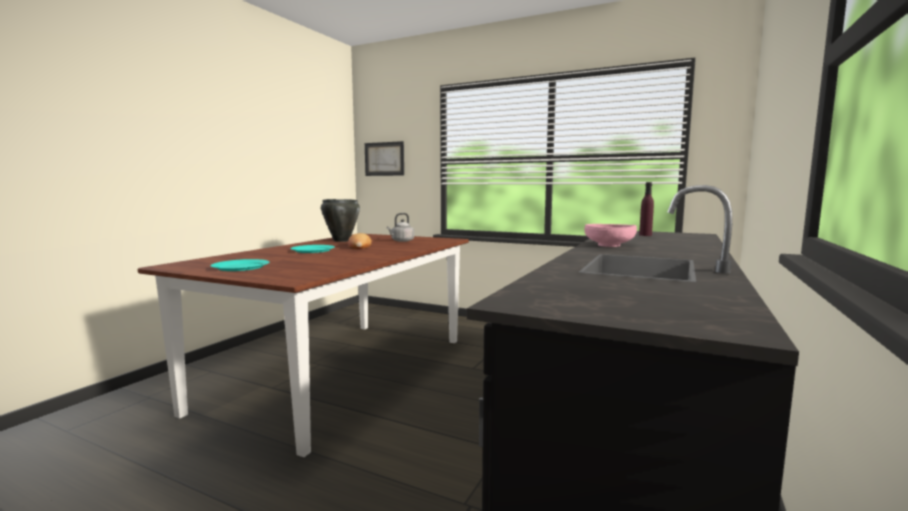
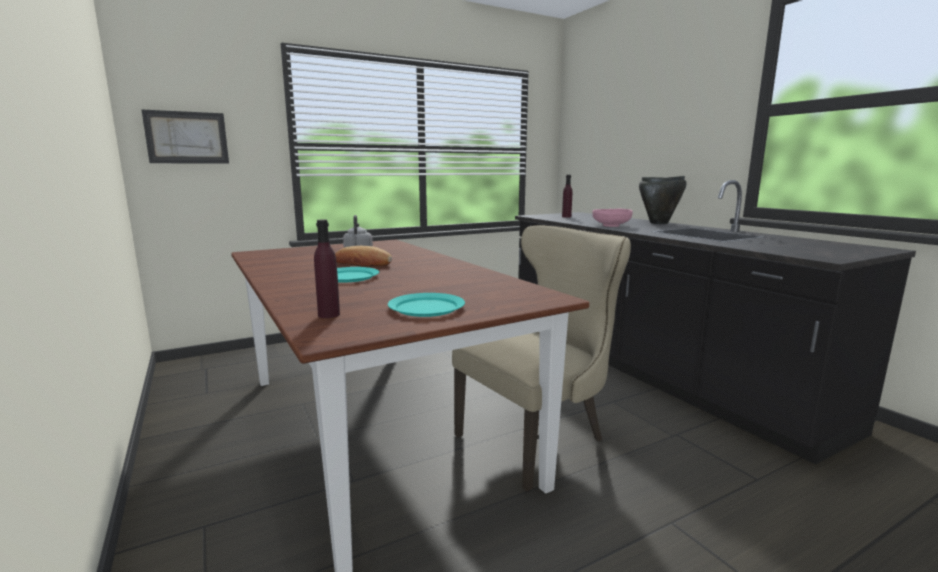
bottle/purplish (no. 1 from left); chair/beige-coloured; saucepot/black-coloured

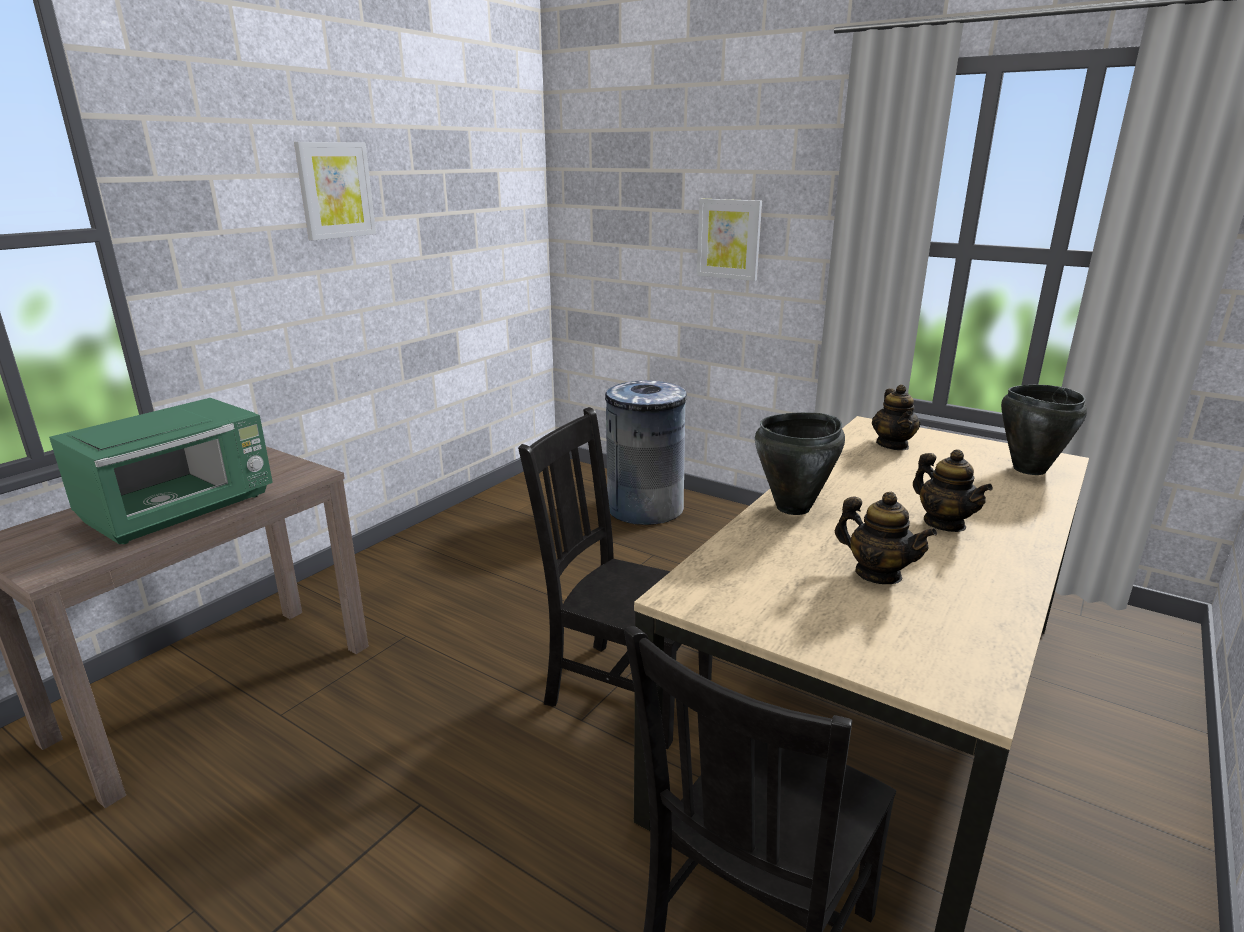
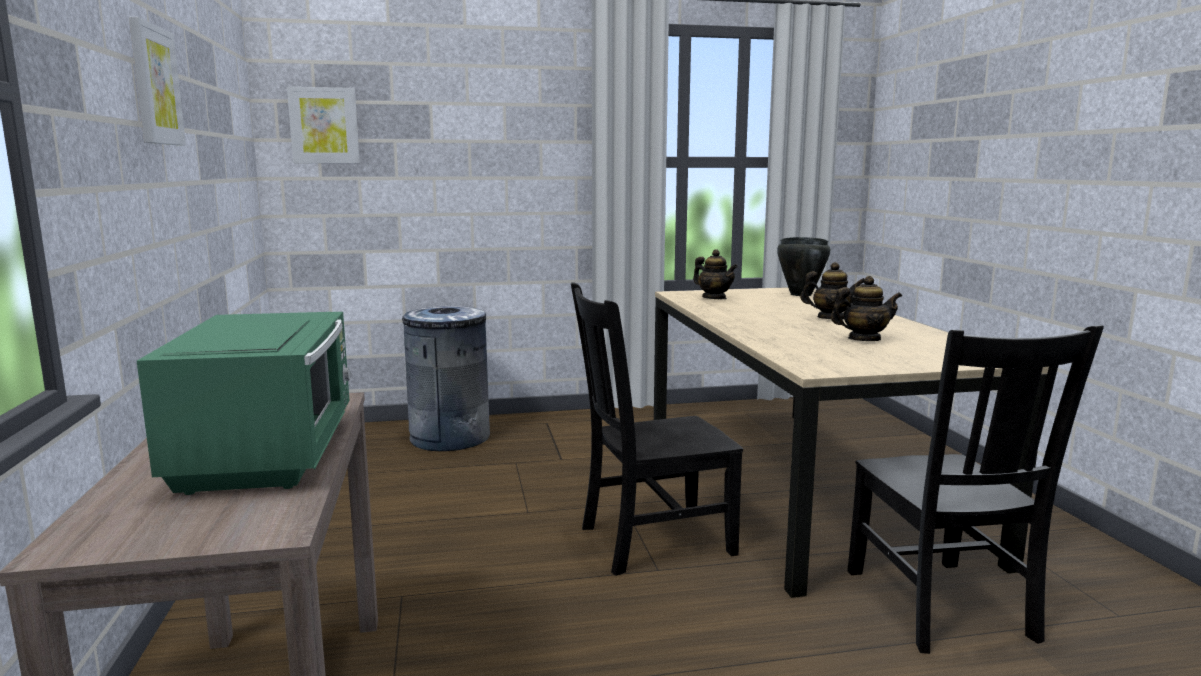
saucepot/black-coloured (no. 1 from left in the first image); wall art (no. 2 from left)

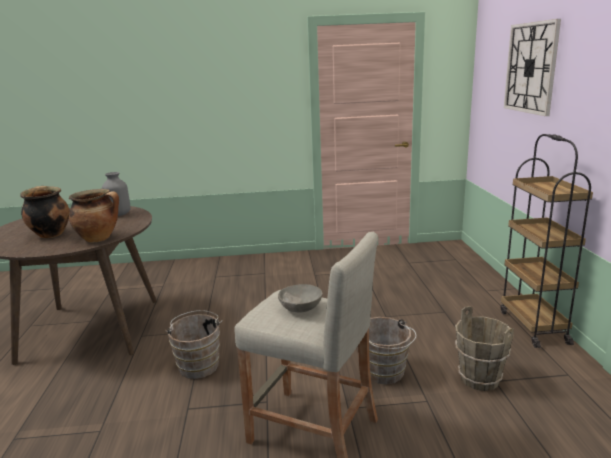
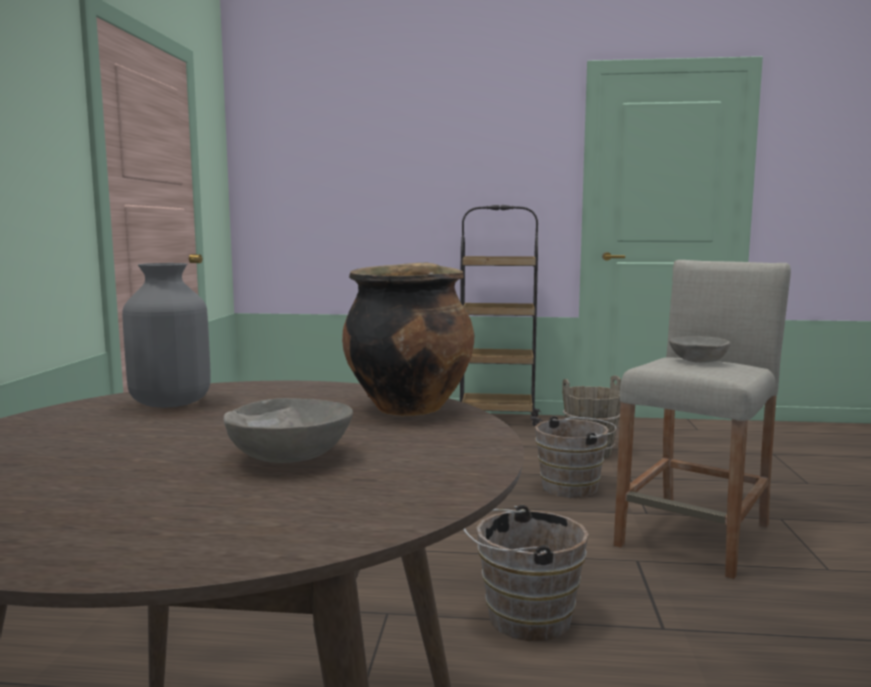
hanging clock; serving bowl/gray (no. 1 from left)

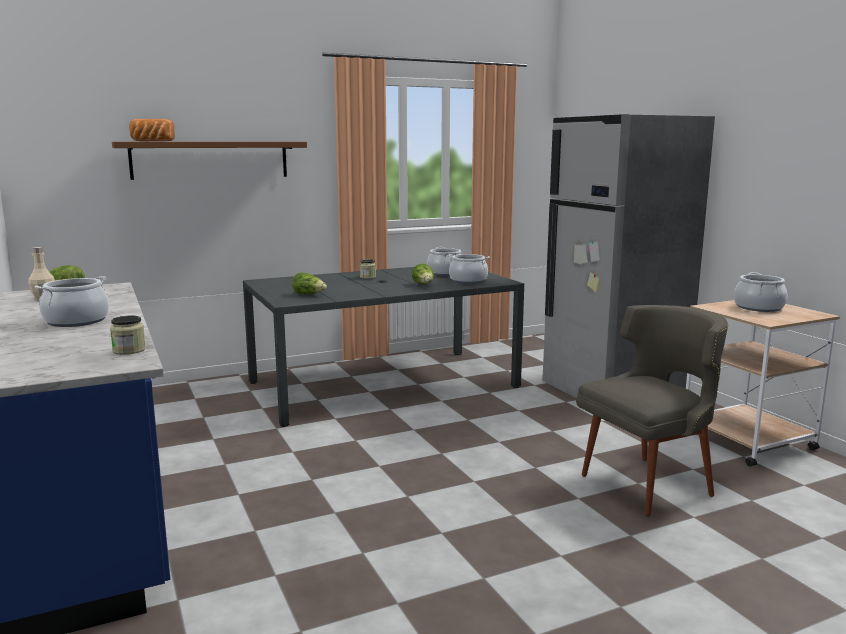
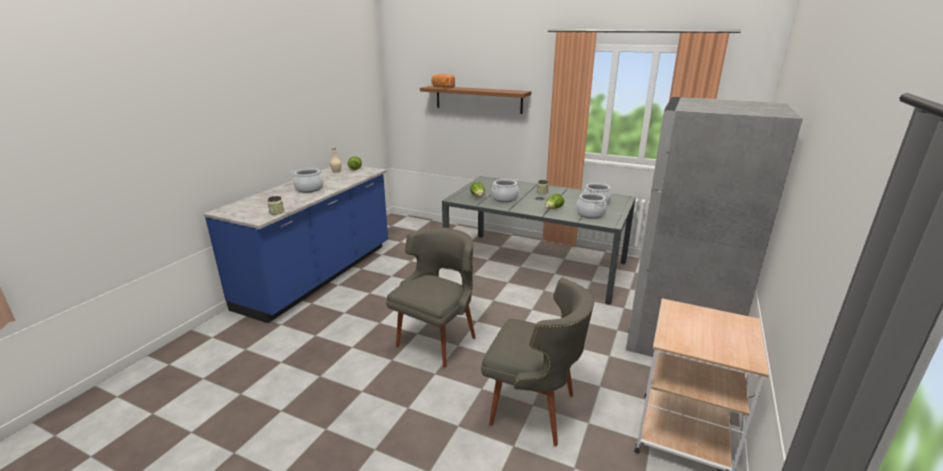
chair/gray (no. 1 from left); saucepot (no. 2 from left)

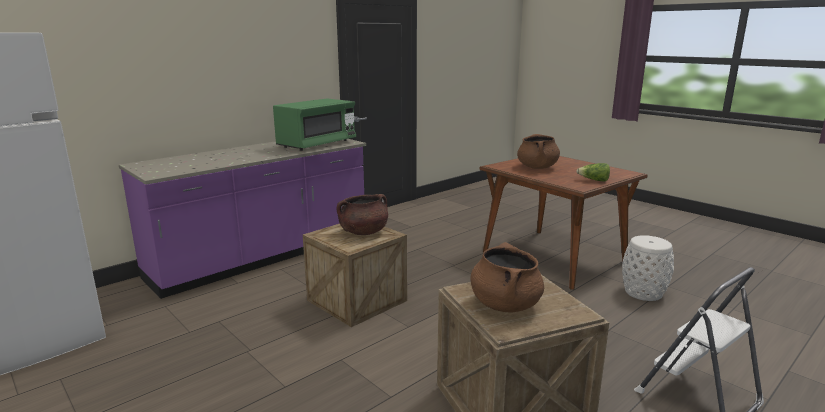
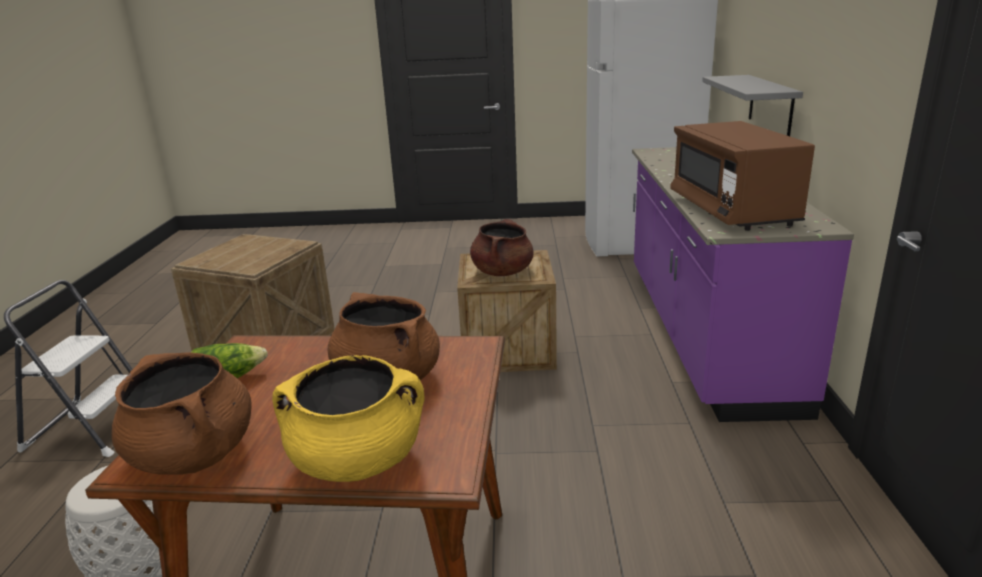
saucepot/yellow; wall shelf/gray; saucepot/brown-coloured (no. 1 from left); microwave oven/brown-coloured

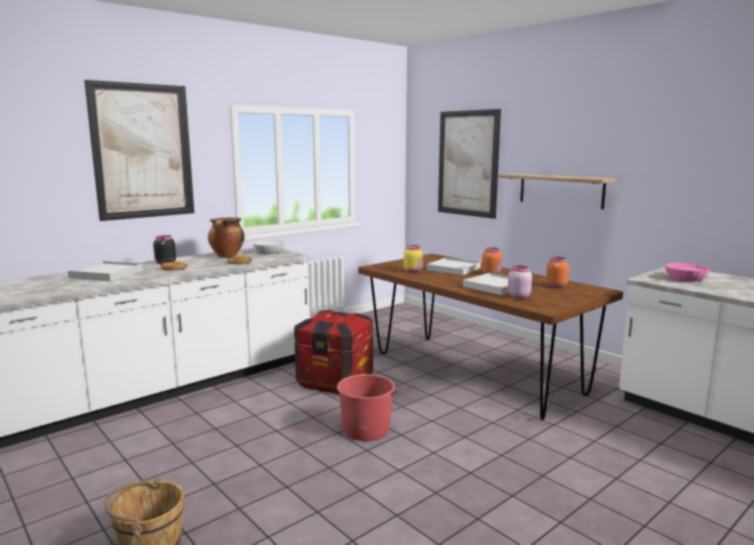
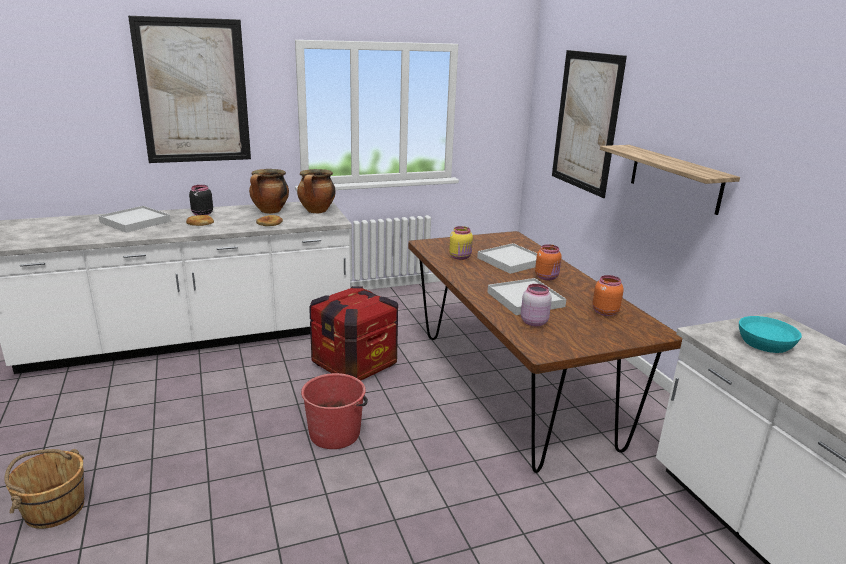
saucepot (no. 2 from left); serving bowl/turquoise

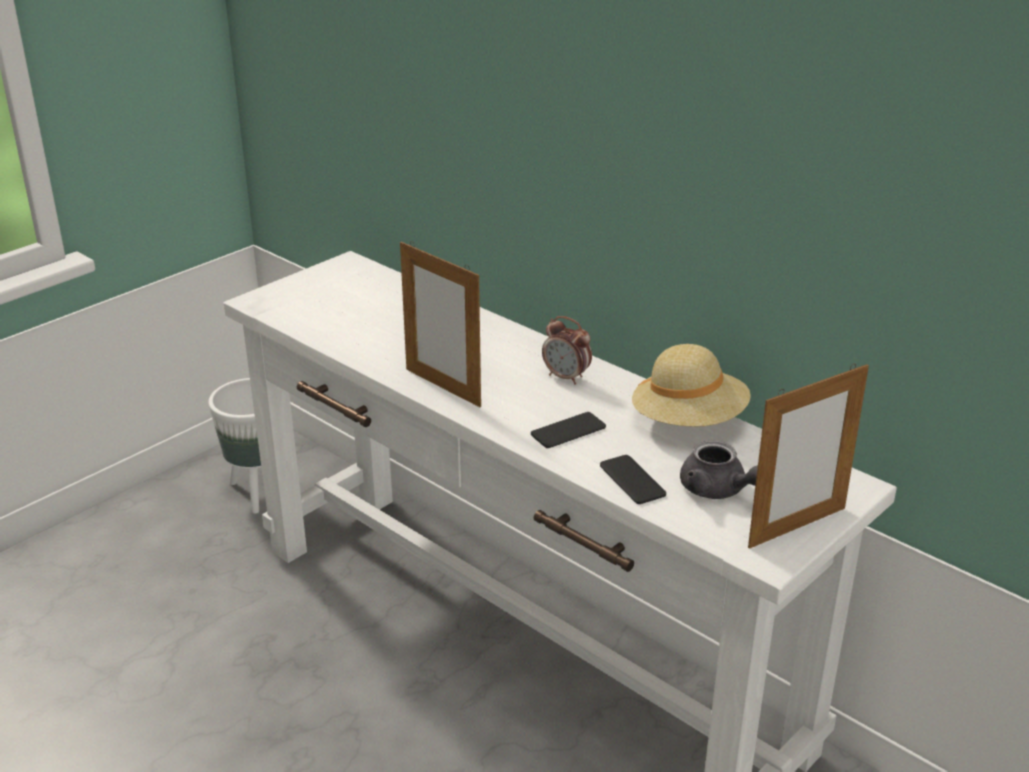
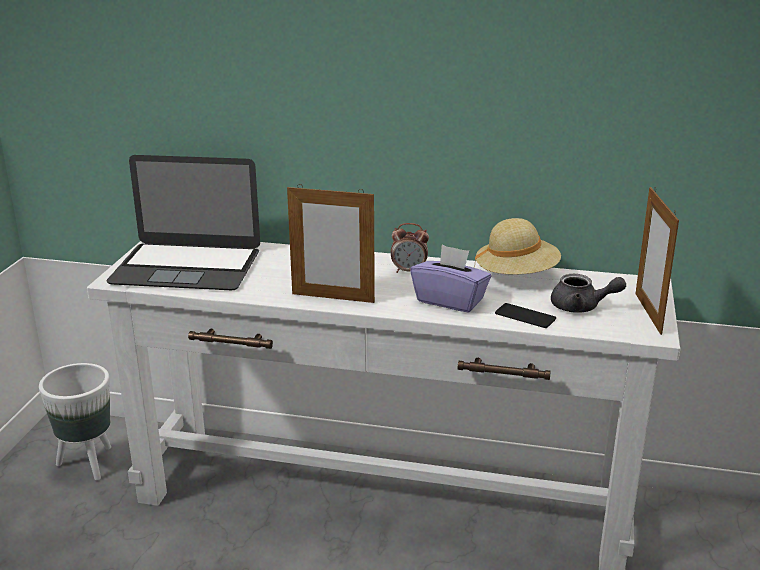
notebook computer; box of tissues/purplish; picture frame (no. 2 from left)

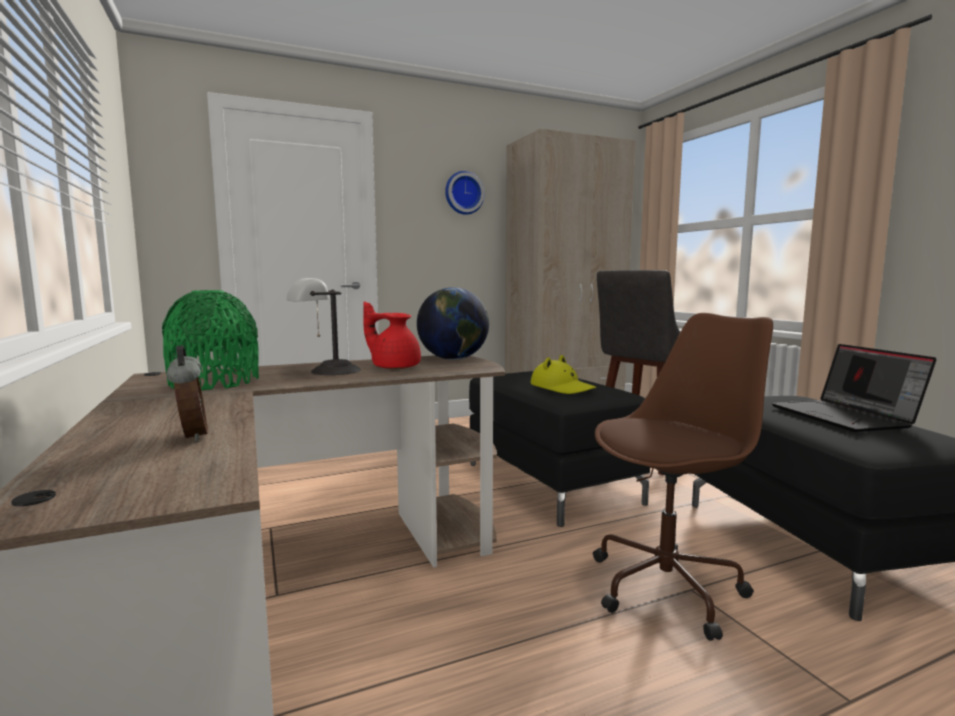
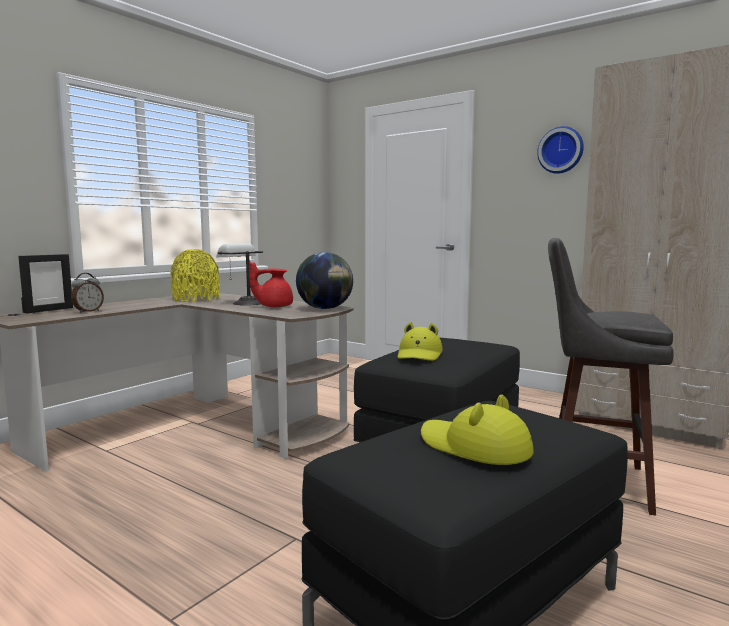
computer chair/brown-coloured; picture frame; hat/yellow (no. 2 from left); vase/yellow; pot for tea/reddish

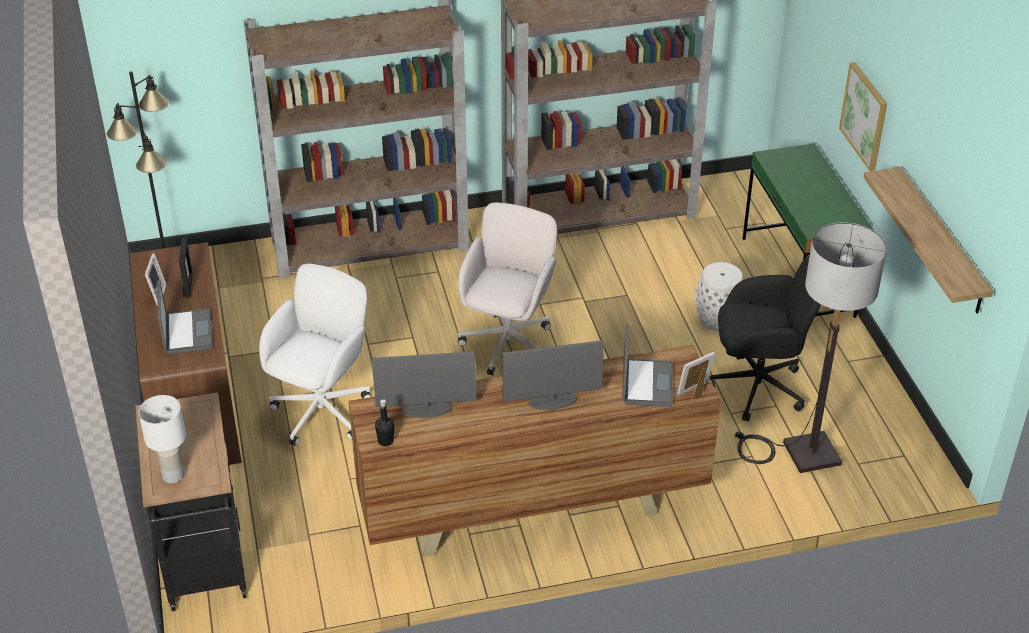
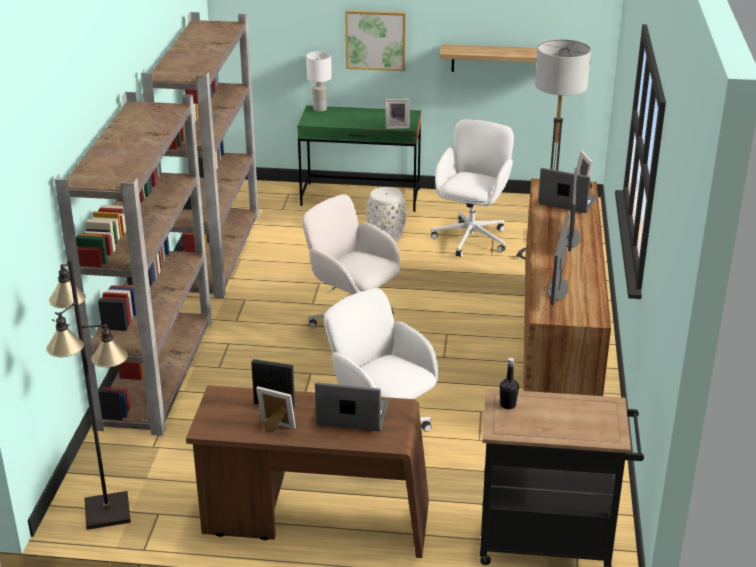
picture frame (no. 3 from left); table lamp/whitish; bottle/black-coloured; computer chair/whitish (no. 3 from left)

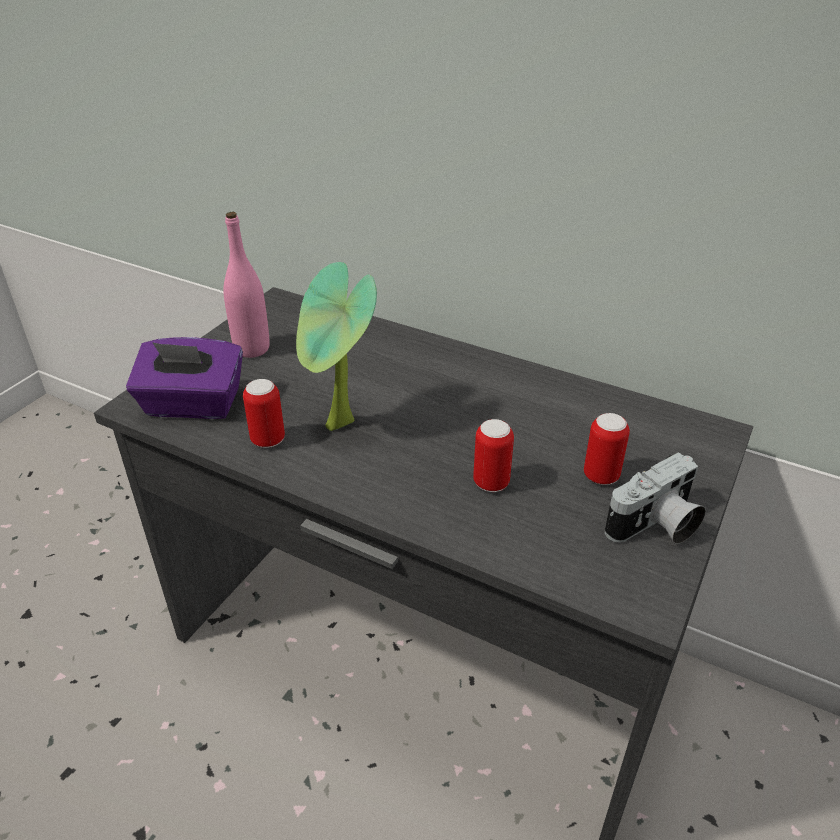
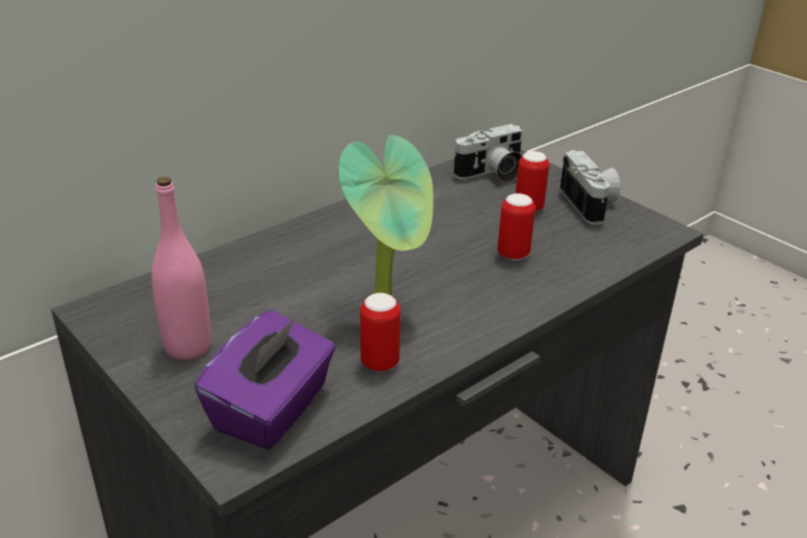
photo camera (no. 1 from left)

